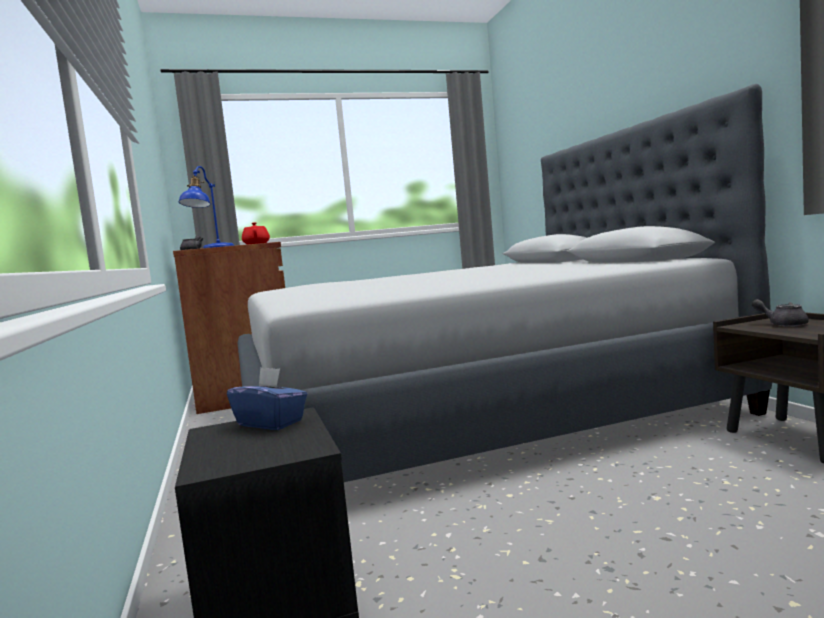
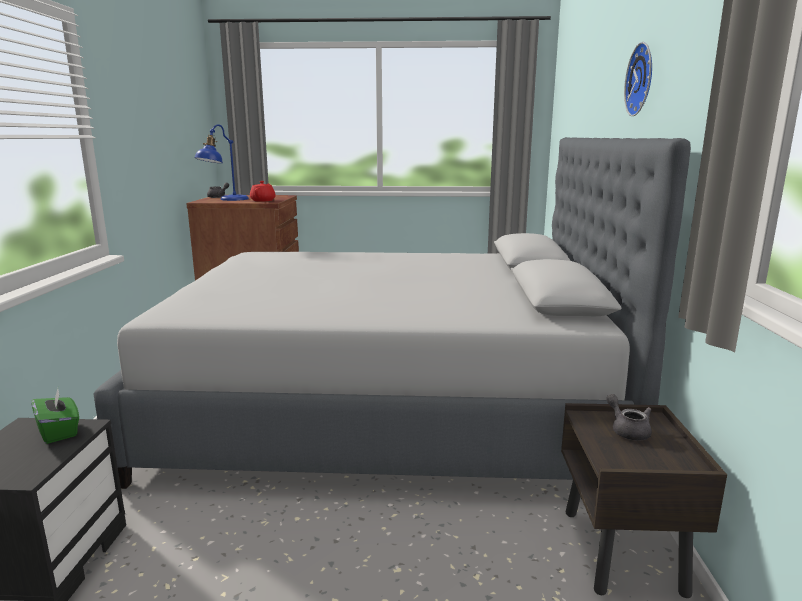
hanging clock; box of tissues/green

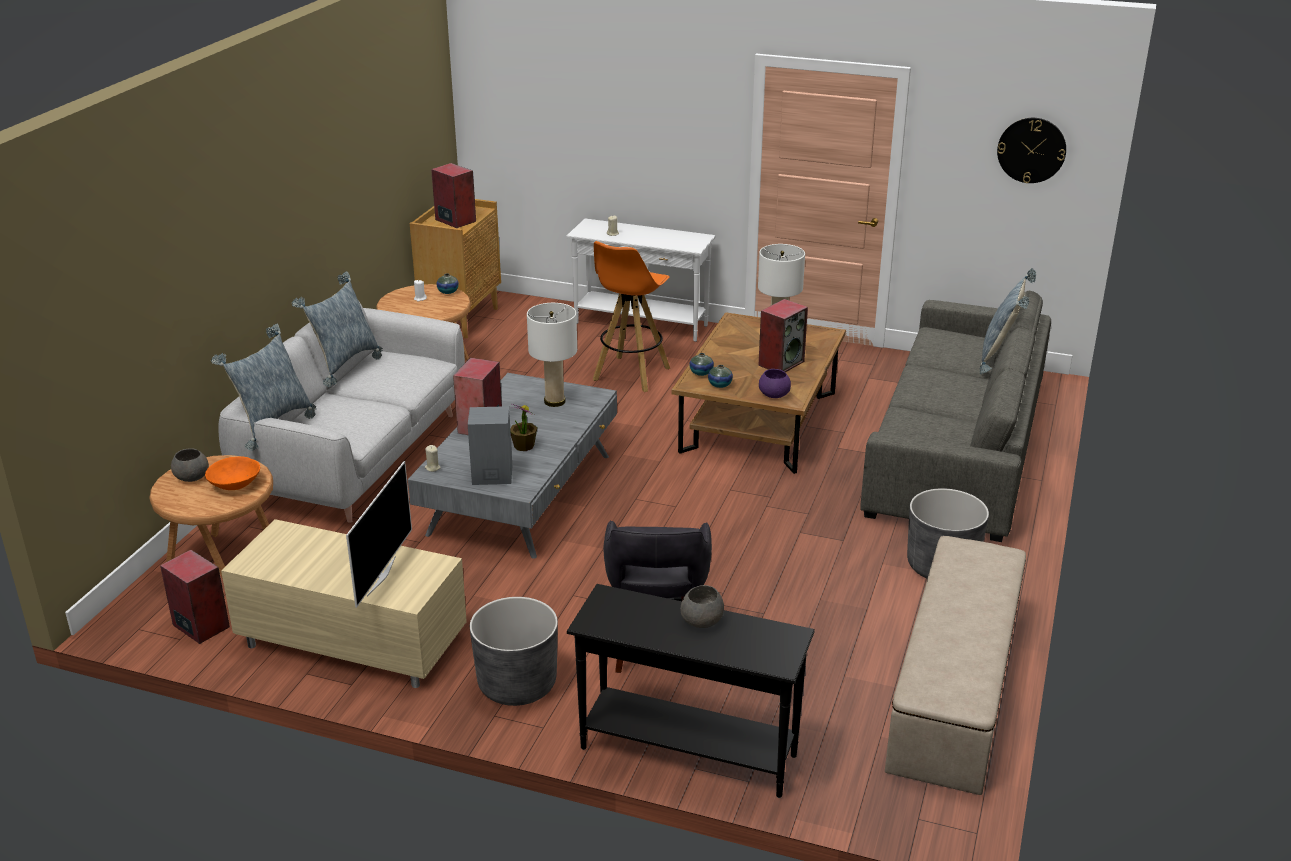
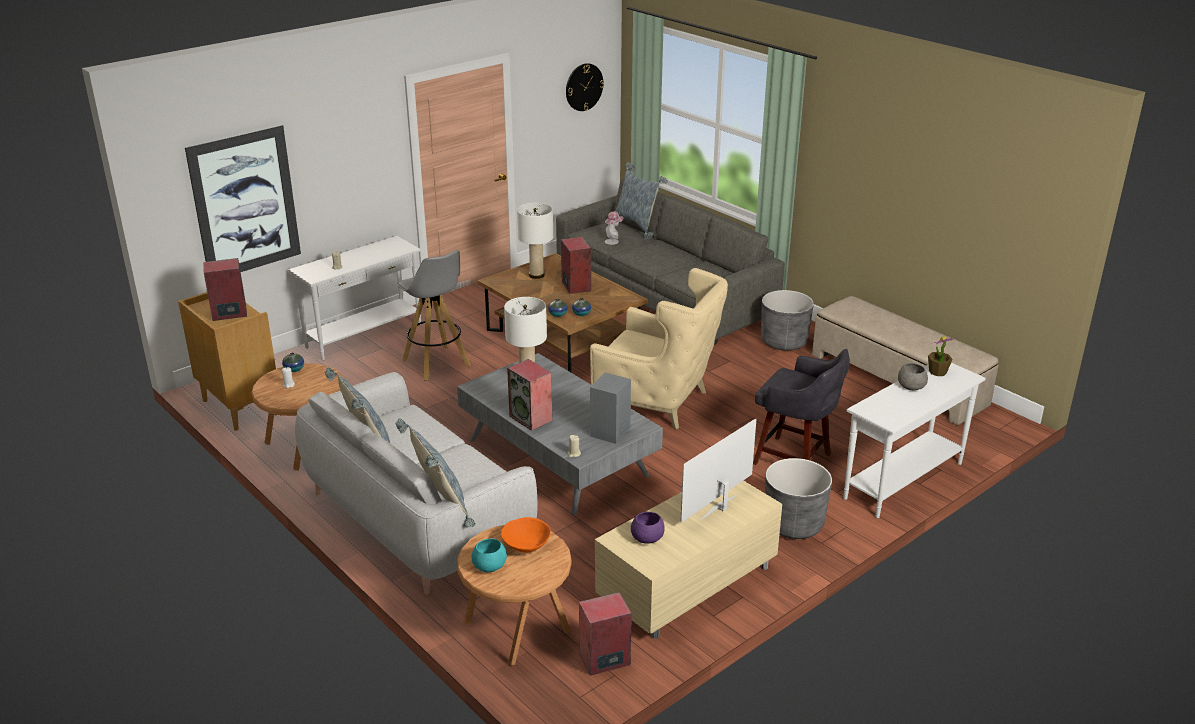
wall art; armchair/beige-coloured; hat; houseplant; serving bowl/purplish; serving bowl/turquoise; hall table/whitish (no. 2 from left); stool seat/gray (no. 1 from left); television

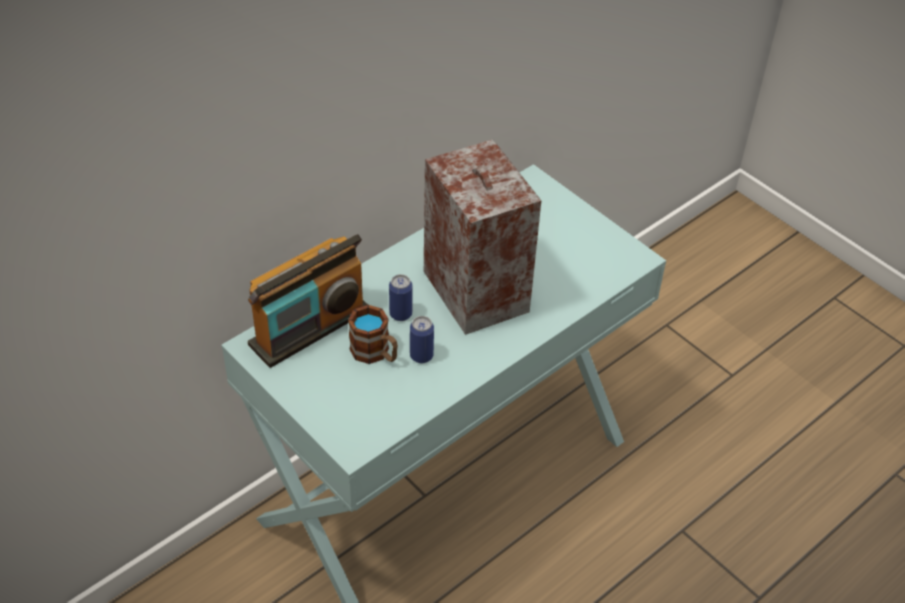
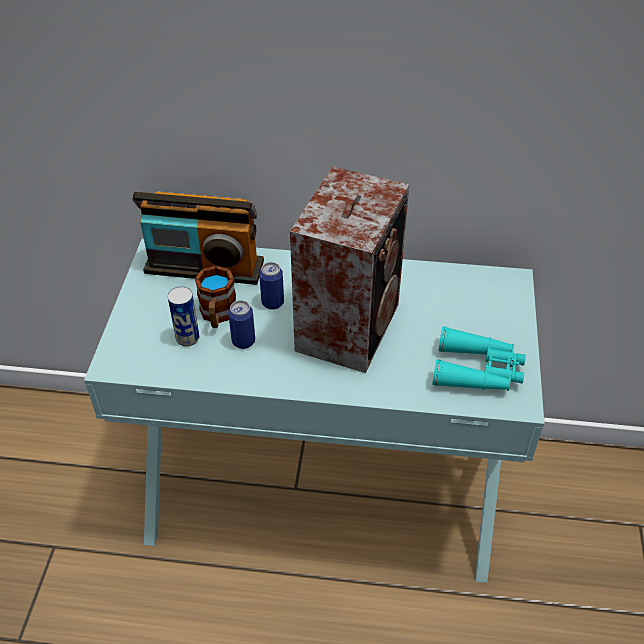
can (no. 1 from left); binoculars/turquoise

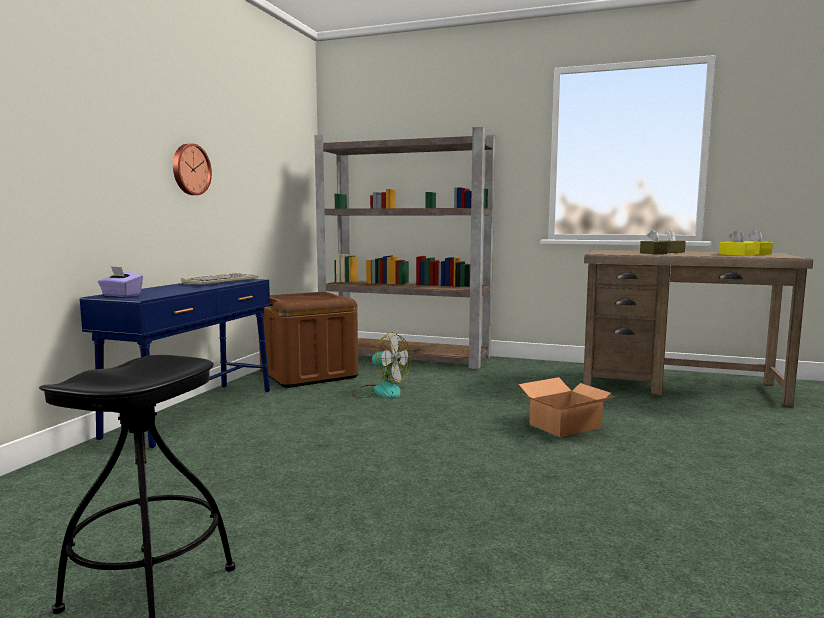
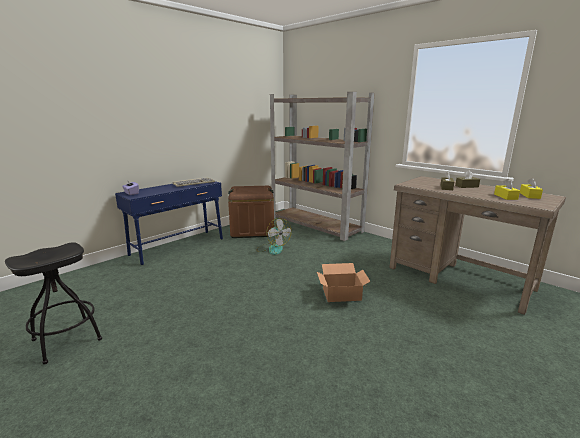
hanging clock

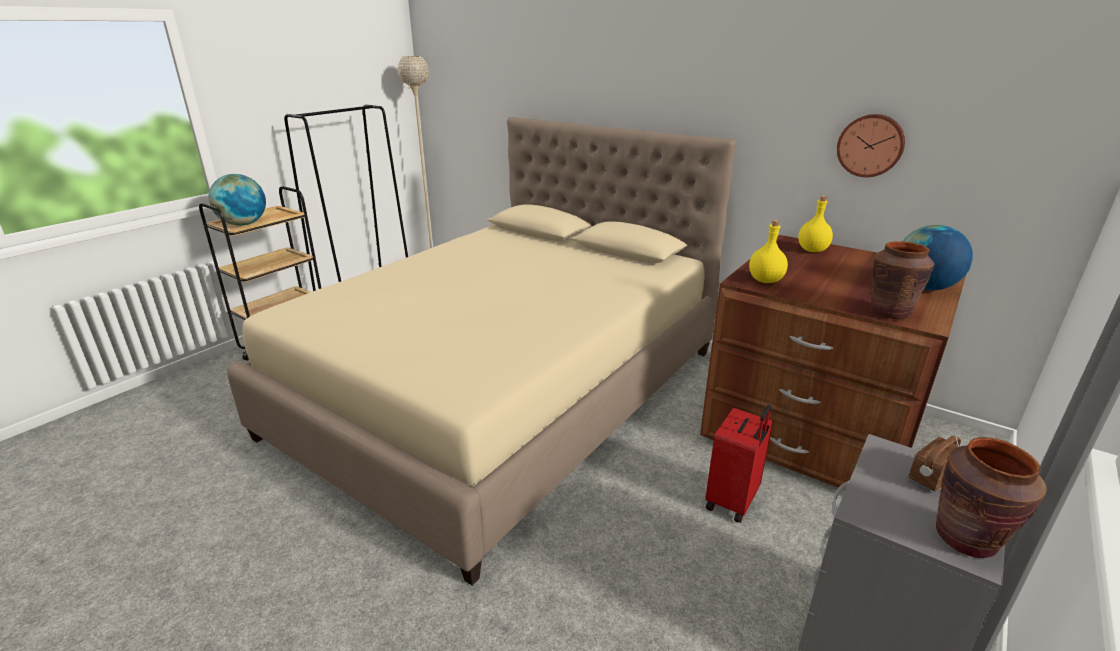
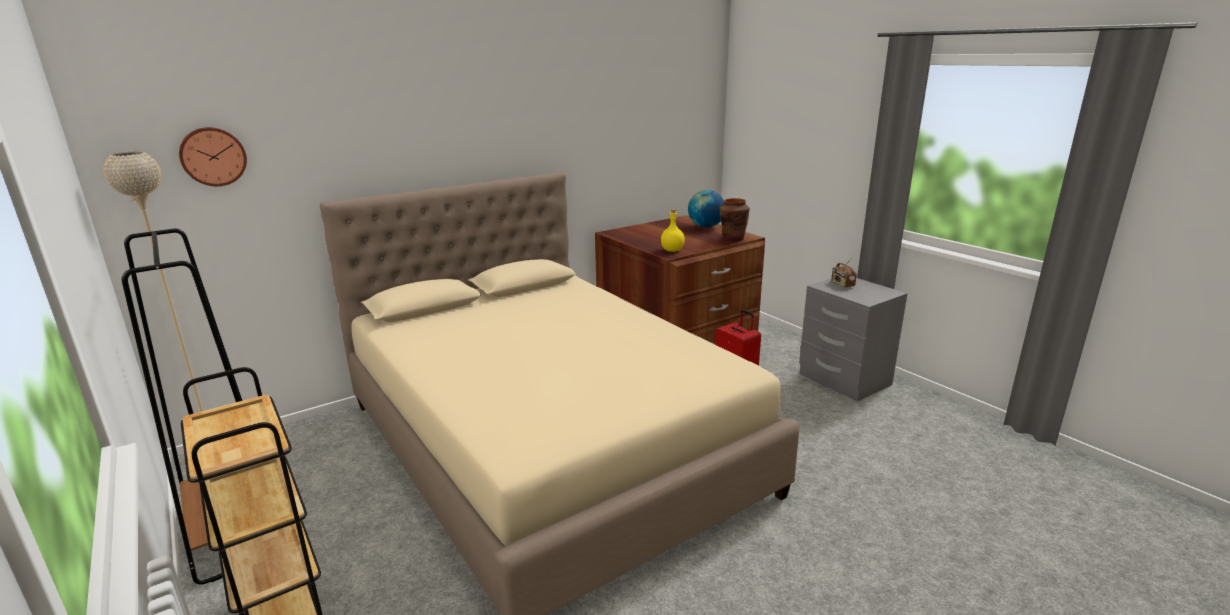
globe (no. 1 from left in the first image); bottle/yellow (no. 2 from left in the first image); vase/brown-coloured (no. 2 from left in the first image); hanging clock

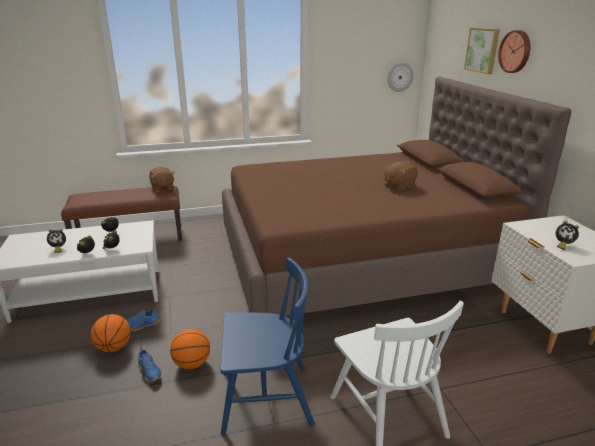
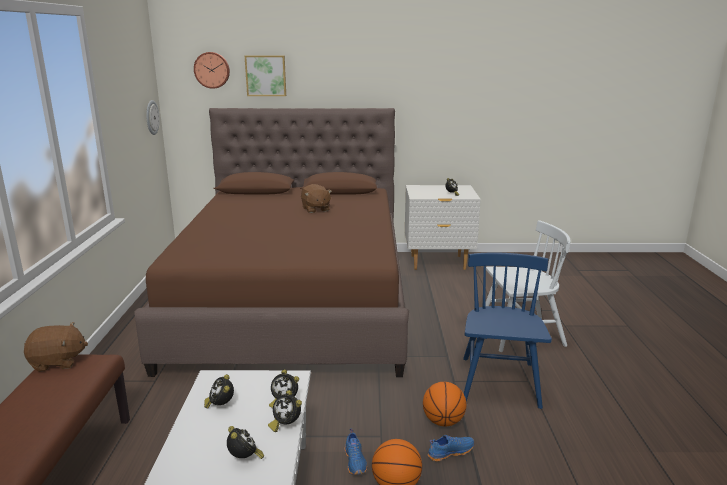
hanging clock (no. 2 from left)

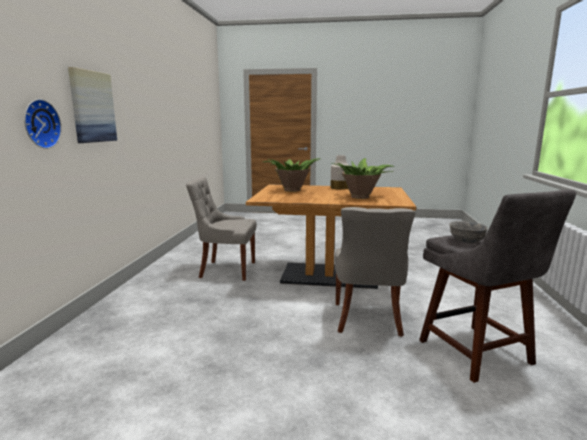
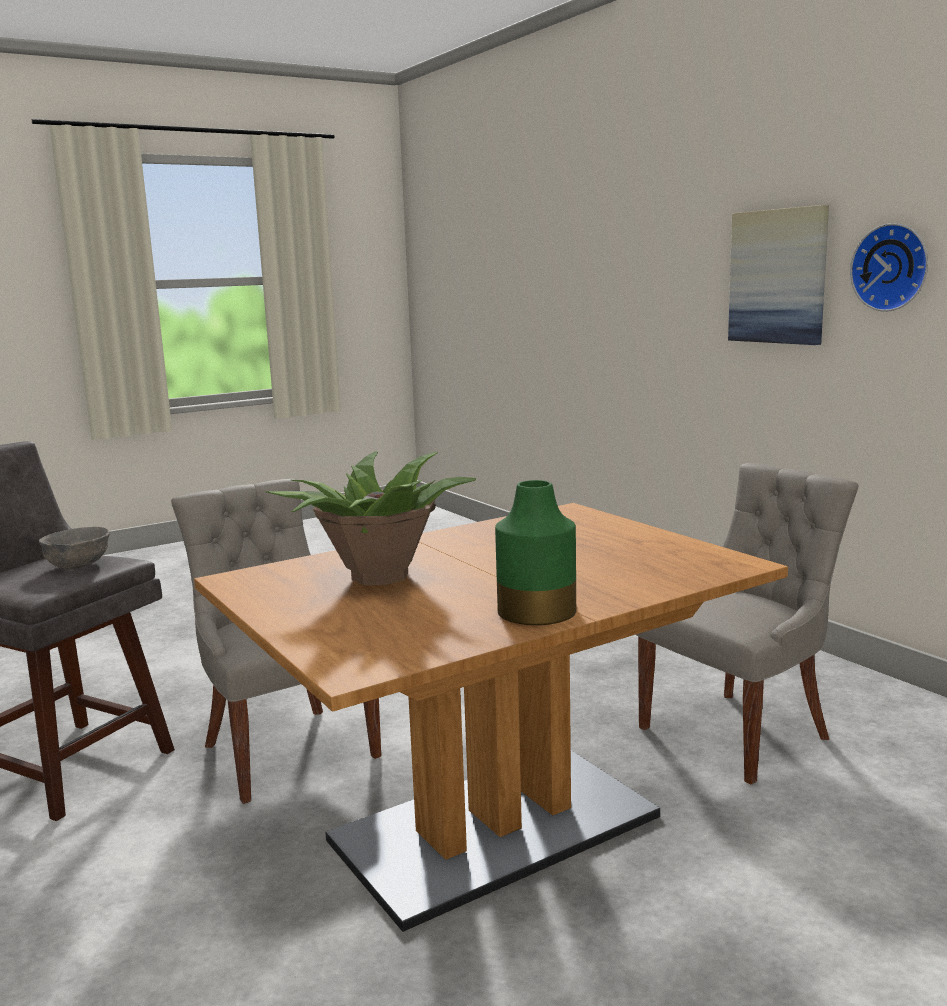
houseplant (no. 1 from left in the first image); hanging clock; vase/green

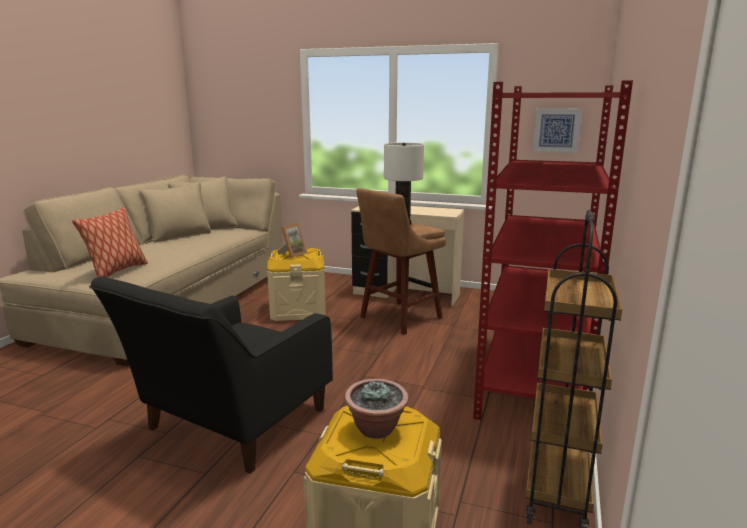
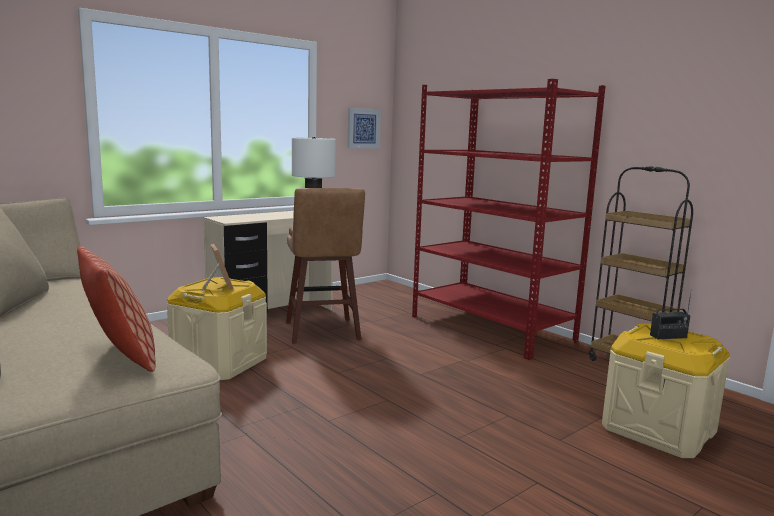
armchair/black-coloured; radio receiver

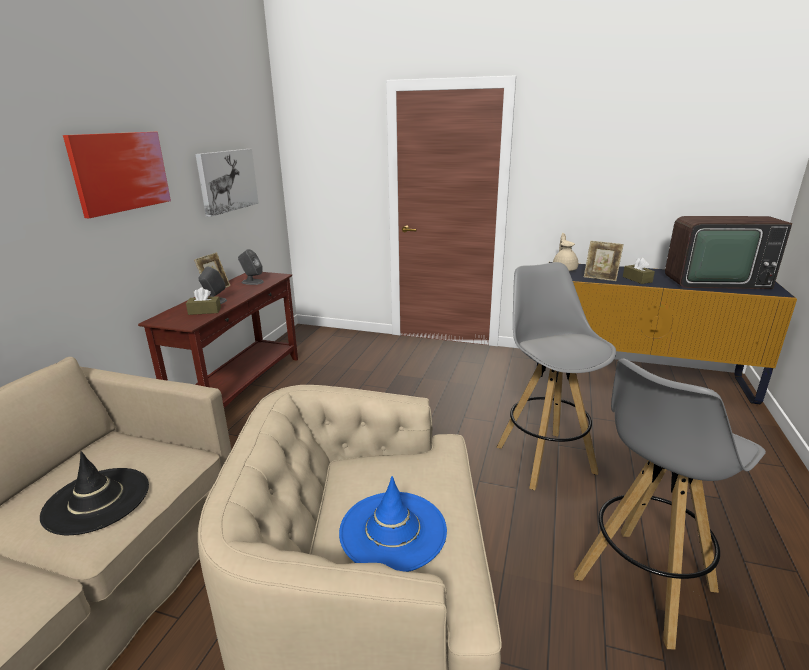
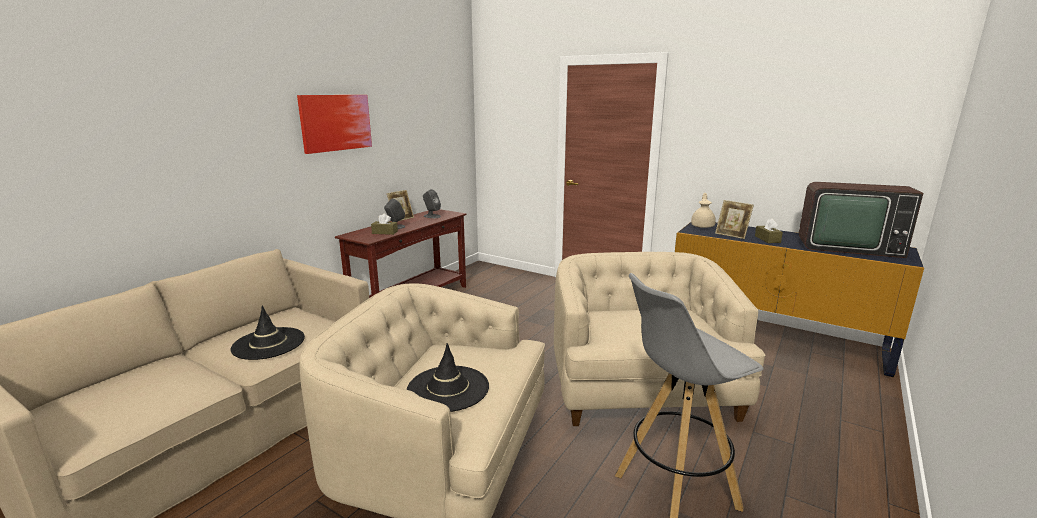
wall art (no. 2 from left in the first image); armchair/beige-coloured (no. 2 from left); hat/black-coloured (no. 2 from left)

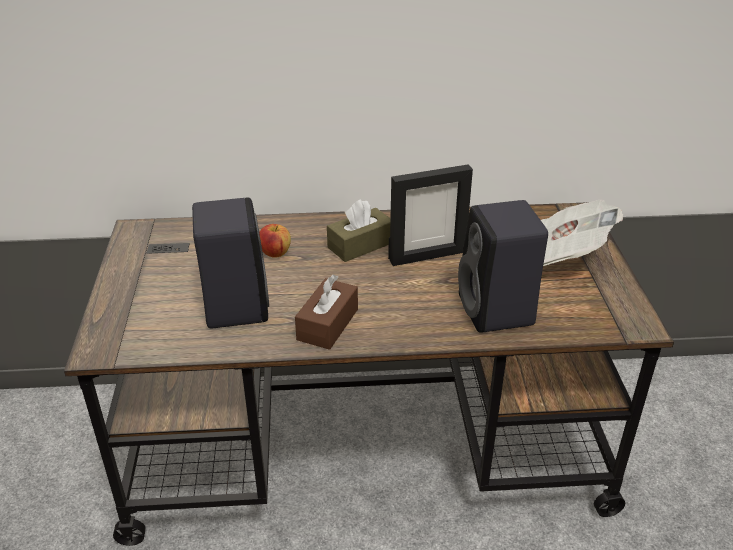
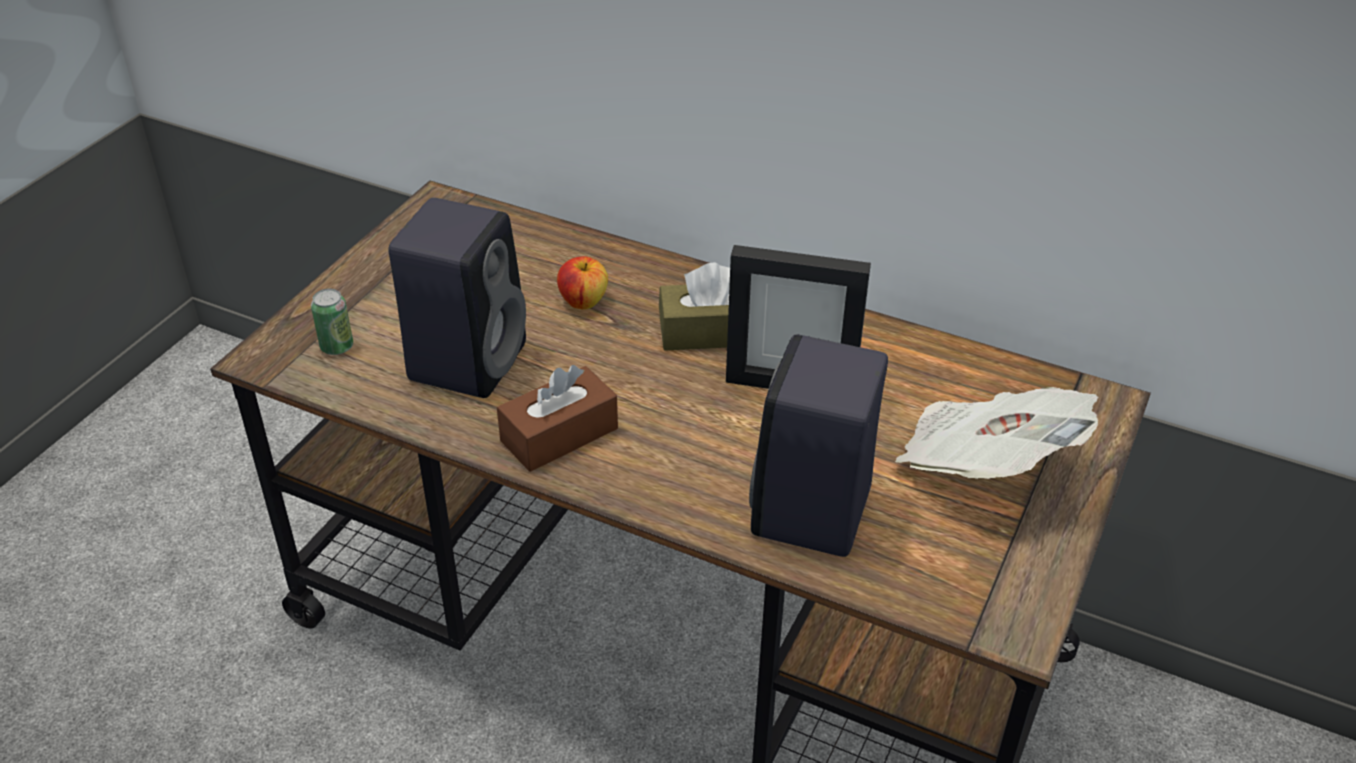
can

